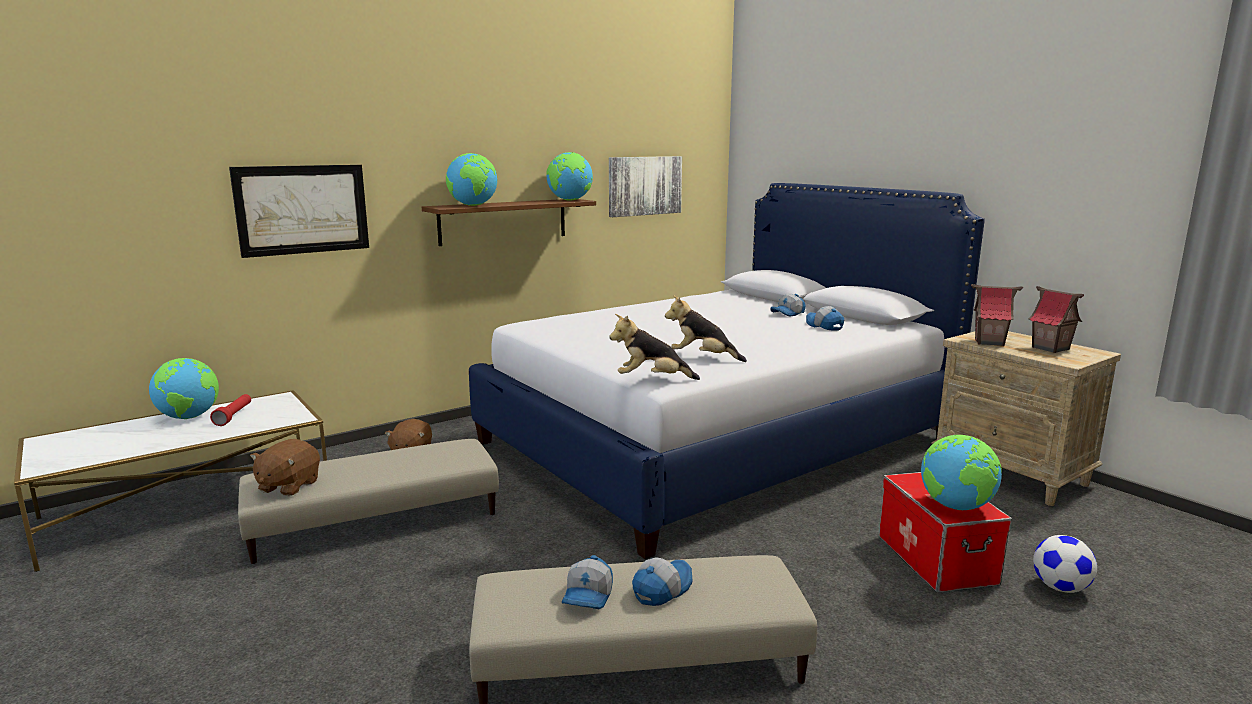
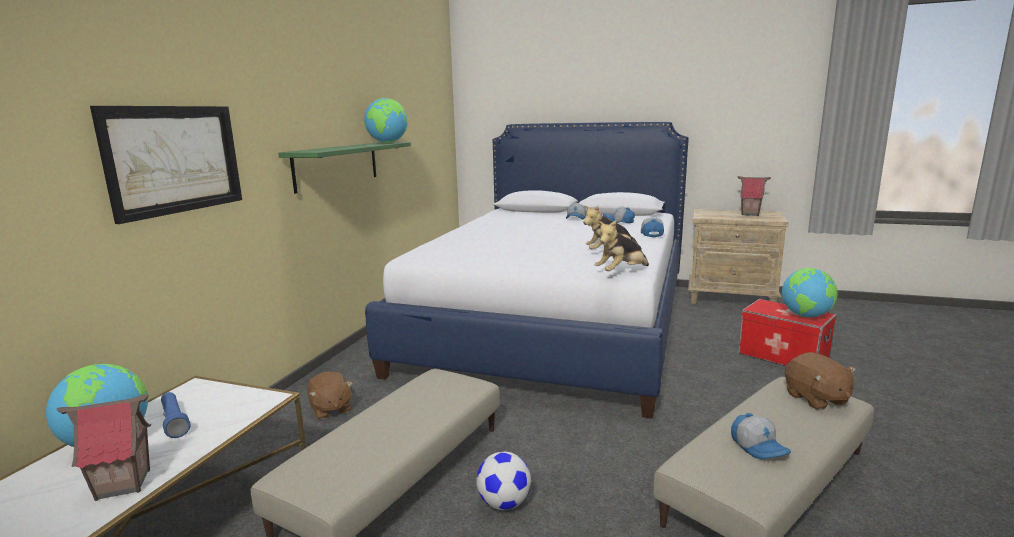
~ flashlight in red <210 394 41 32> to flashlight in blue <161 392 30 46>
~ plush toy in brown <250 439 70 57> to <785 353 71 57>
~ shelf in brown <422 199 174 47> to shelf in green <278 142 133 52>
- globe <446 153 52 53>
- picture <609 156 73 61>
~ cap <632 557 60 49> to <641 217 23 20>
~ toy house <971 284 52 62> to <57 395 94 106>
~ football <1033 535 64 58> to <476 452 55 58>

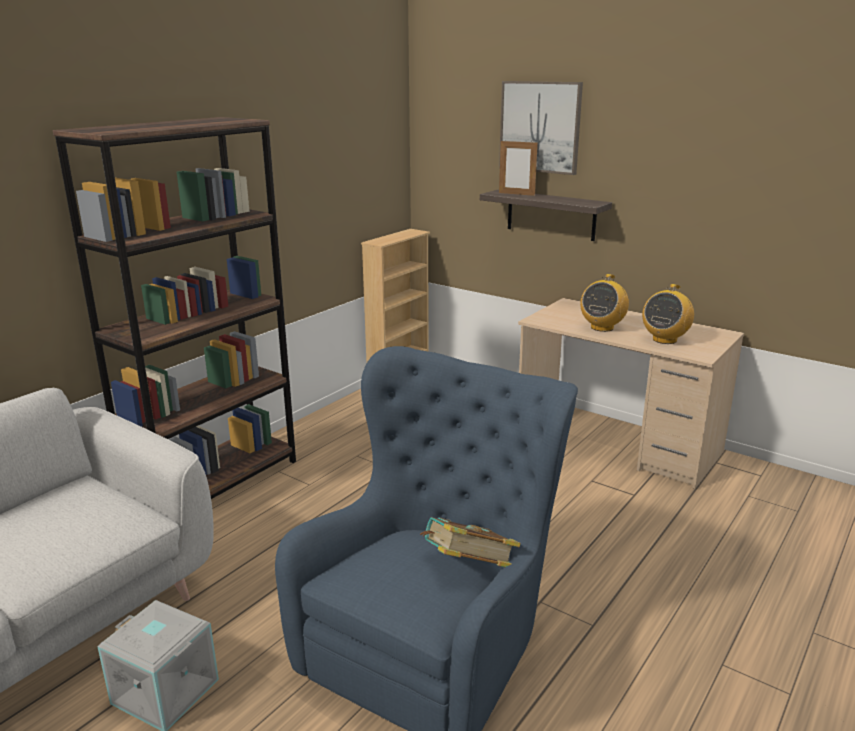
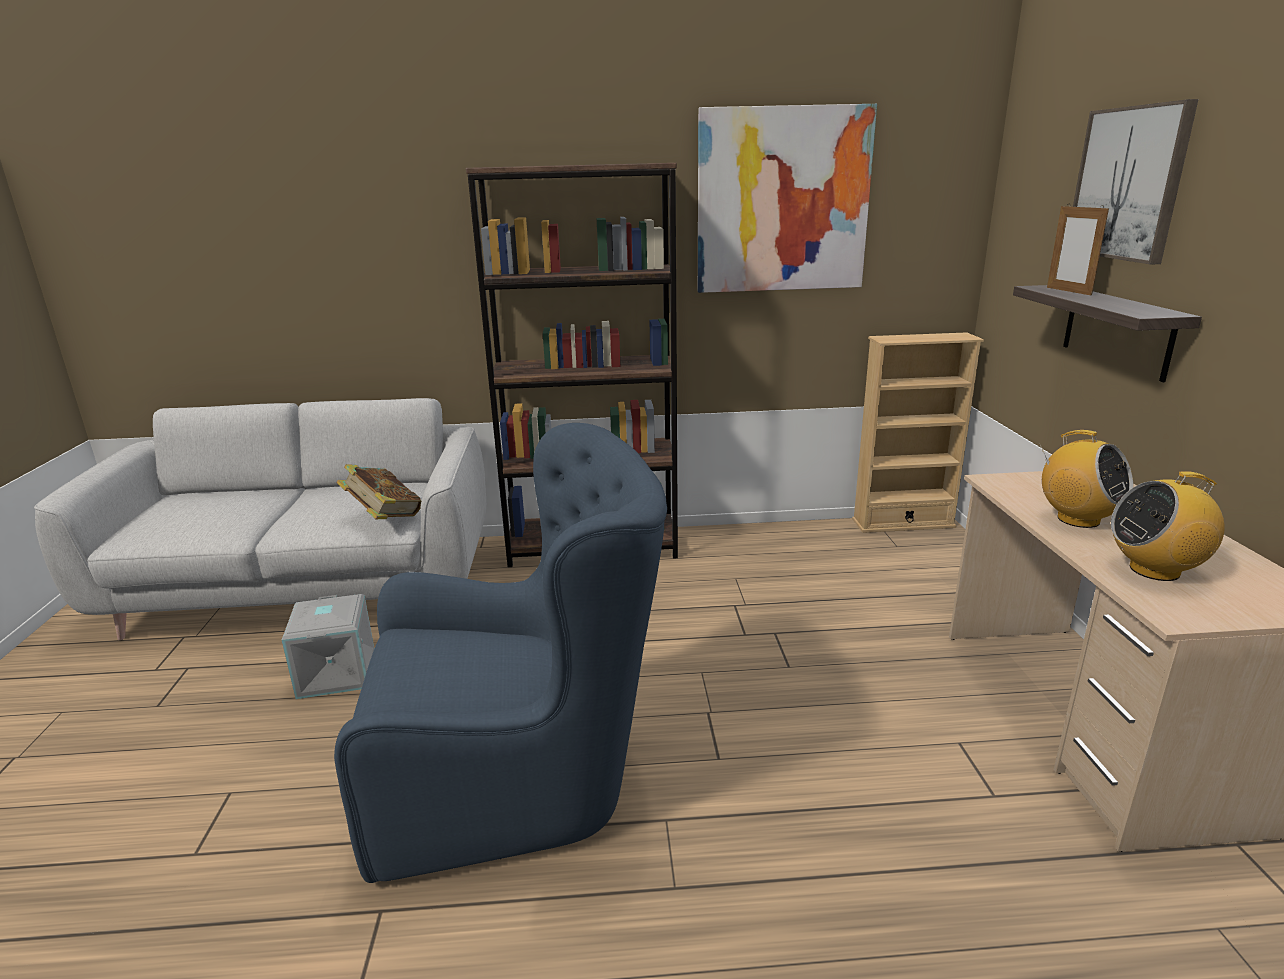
~ book <420 517 101 50> to <337 464 85 55>
~ radio <580 274 49 58> = <1040 430 93 98> 120 degrees counterclockwise
+ picture <698 104 179 189>

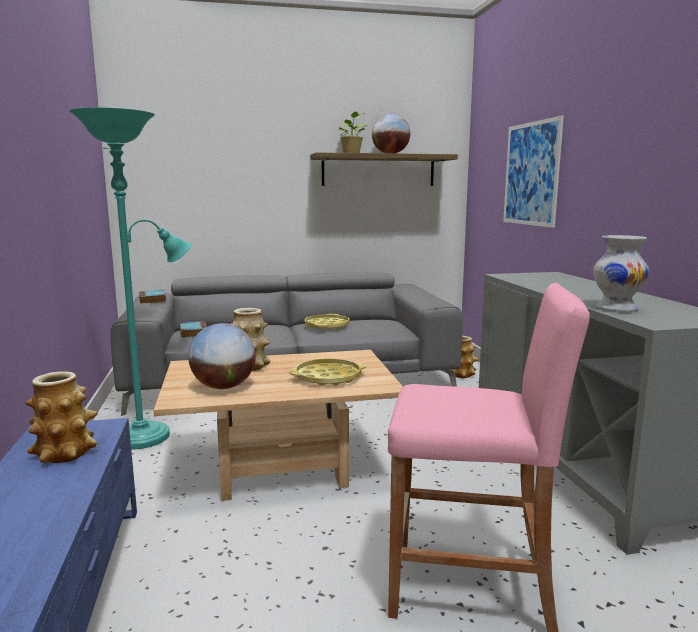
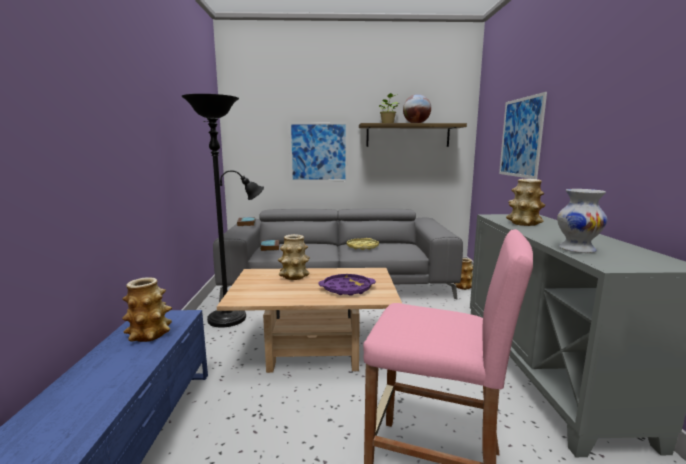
~ floor lamp in turquoise <69 107 122 343> to floor lamp in black <182 94 82 234>
- globe <188 323 68 66>
~ tray in yellow <289 359 77 27> to tray in purple <318 274 58 22>
+ picture <289 122 59 60>
+ vase <506 179 39 47>

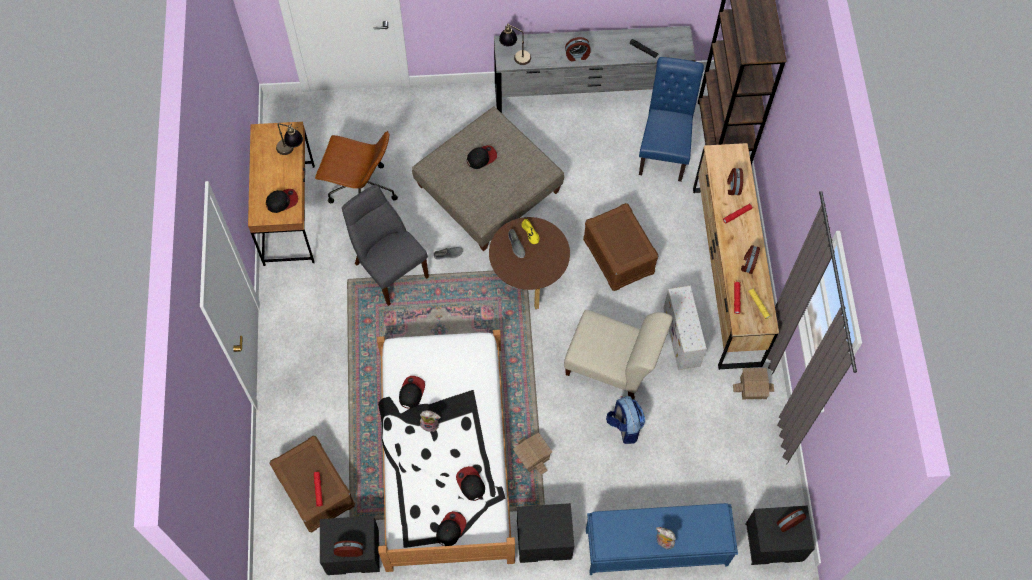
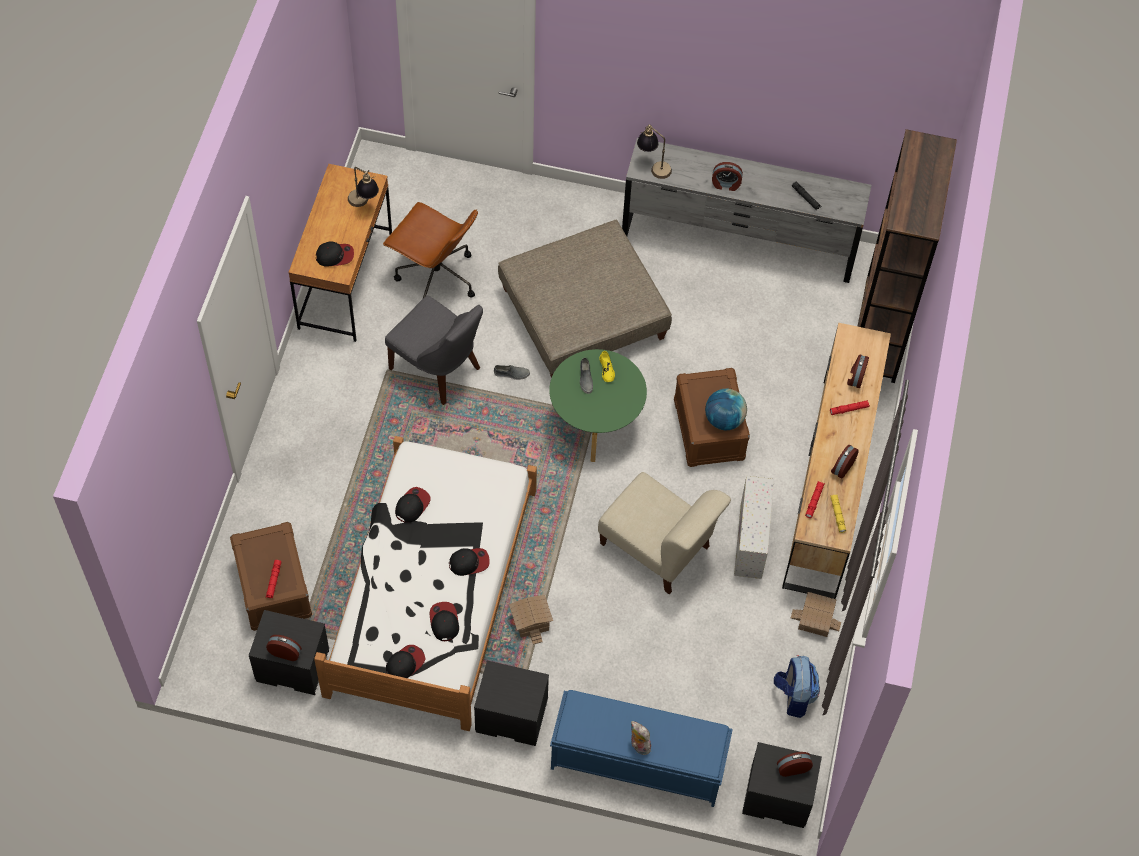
~ chair in grey <342 185 87 121> = <385 295 98 110> 150 degrees clockwise
- plush toy <420 410 21 22>
~ cap <467 145 30 24> to <449 548 41 28>
~ coffee table in brown <489 217 81 92> to coffee table in green <549 349 98 113>
~ backpack <606 396 39 48> to <774 655 46 63>
- chair in blue <639 57 65 125>
+ globe <705 389 42 41>

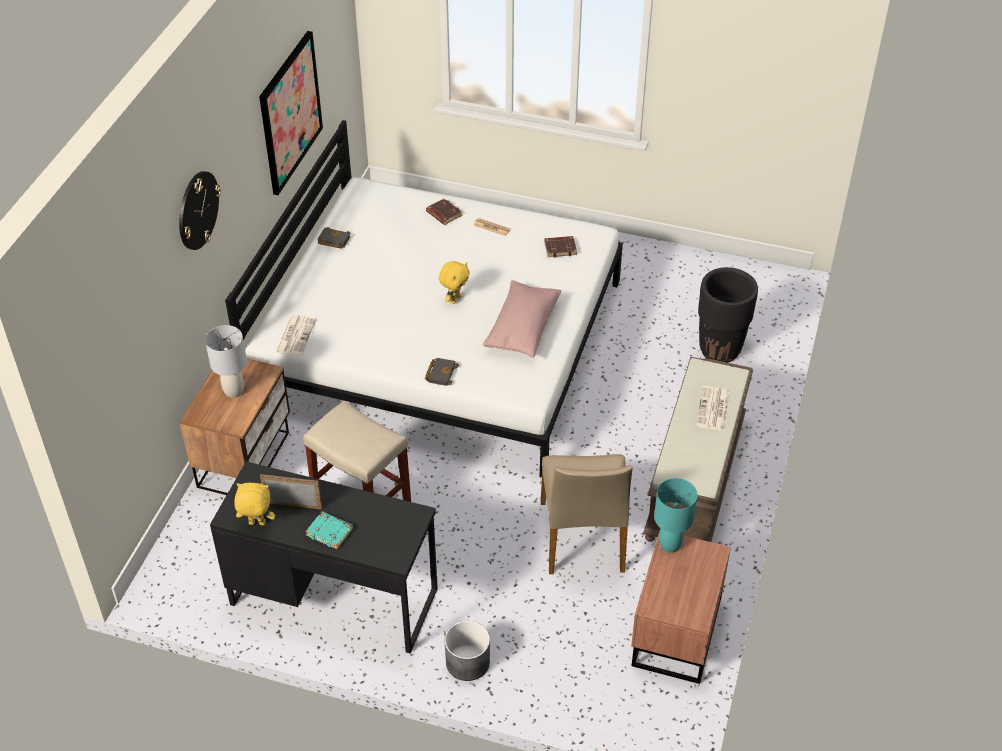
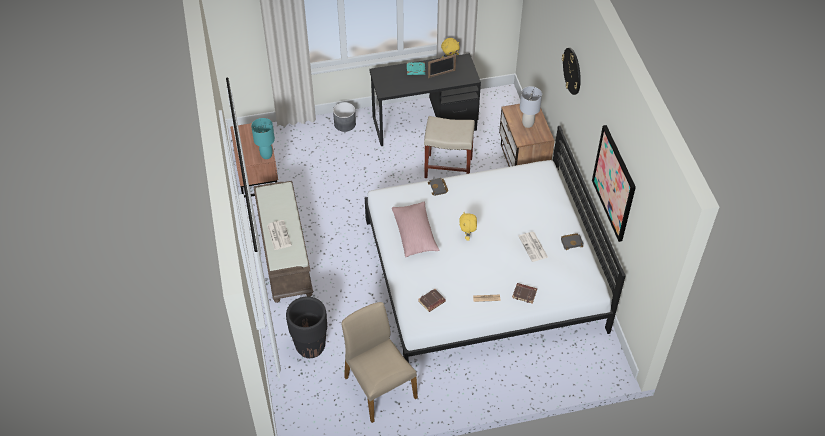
~ newspaper <276 315 40 40> to <518 232 30 30>
~ chair in beige <541 454 91 120> to <341 302 77 121>

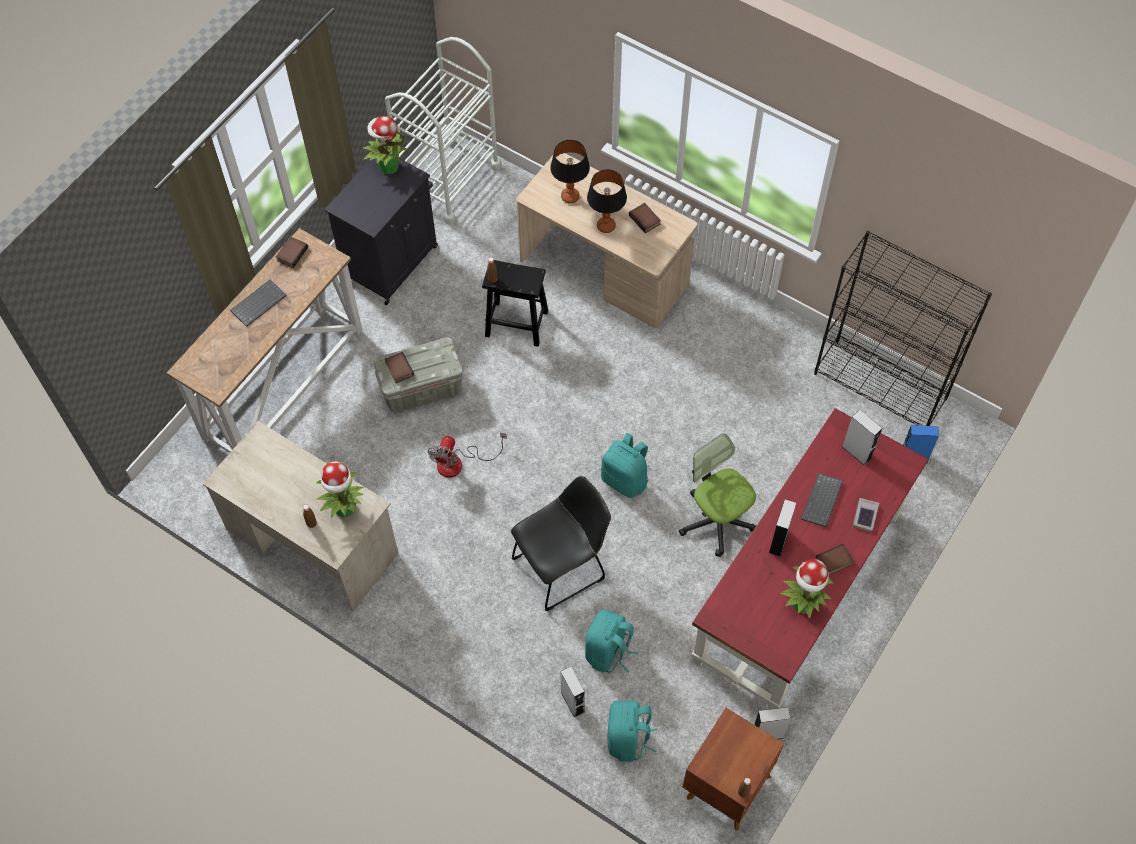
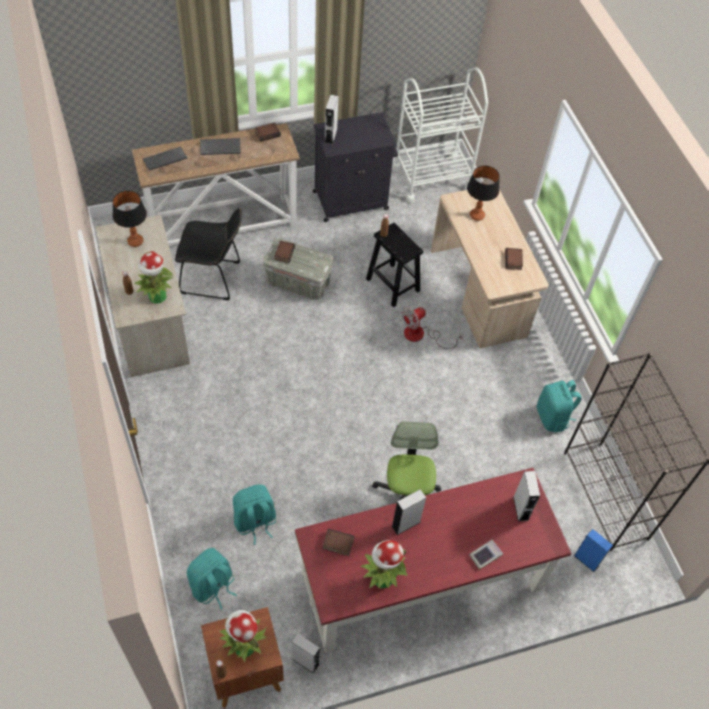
~ potted plant <363 116 45 58> to <219 610 48 52>
~ fan <428 432 79 46> to <402 307 61 42>
~ chair in black <511 476 100 135> to <175 208 67 92>
~ speaker in grey <560 666 25 52> to <324 95 15 50>
~ table lamp <587 170 40 63> to <113 191 34 56>
~ backpack in turquoise <601 433 48 65> to <537 380 44 52>
~ keyboard <801 473 42 54> to <143 147 44 24>
~ book <816 544 38 32> to <322 529 33 27>

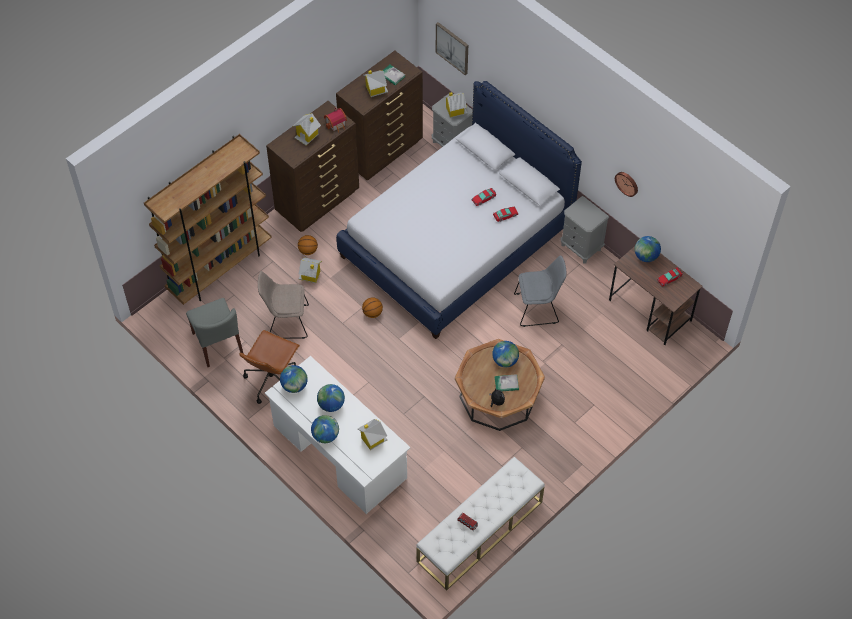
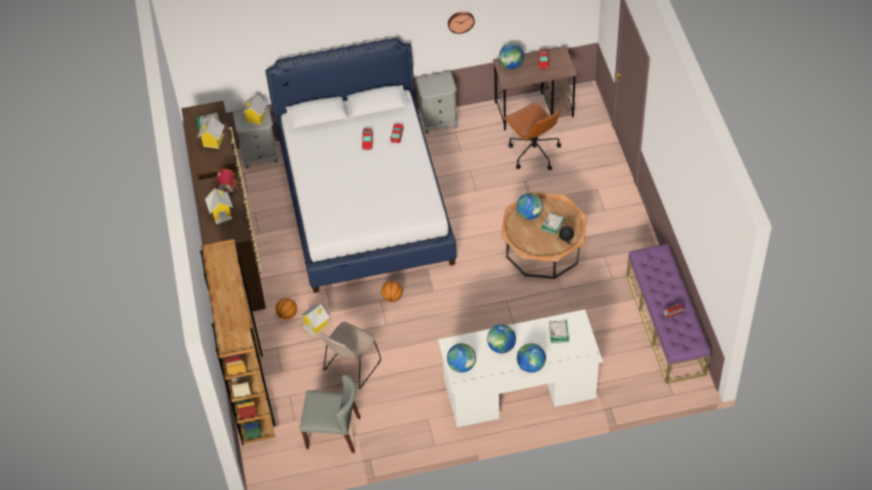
~ office chair in brown <239 330 61 74> to <503 102 58 68>
~ toy house <358 419 29 31> to book <549 320 20 23>
~ bench in white <416 457 129 133> to bench in purple <626 244 85 140>
- picture <436 22 32 53>
- chair in grey <514 255 52 72>

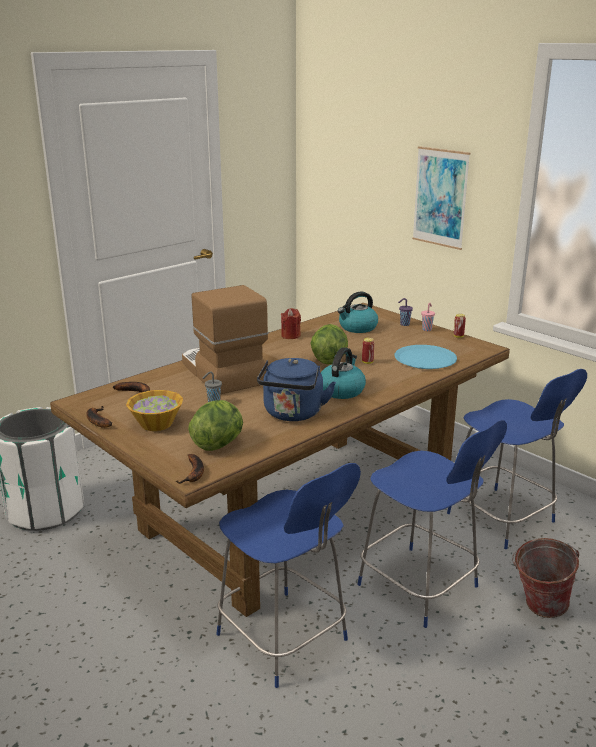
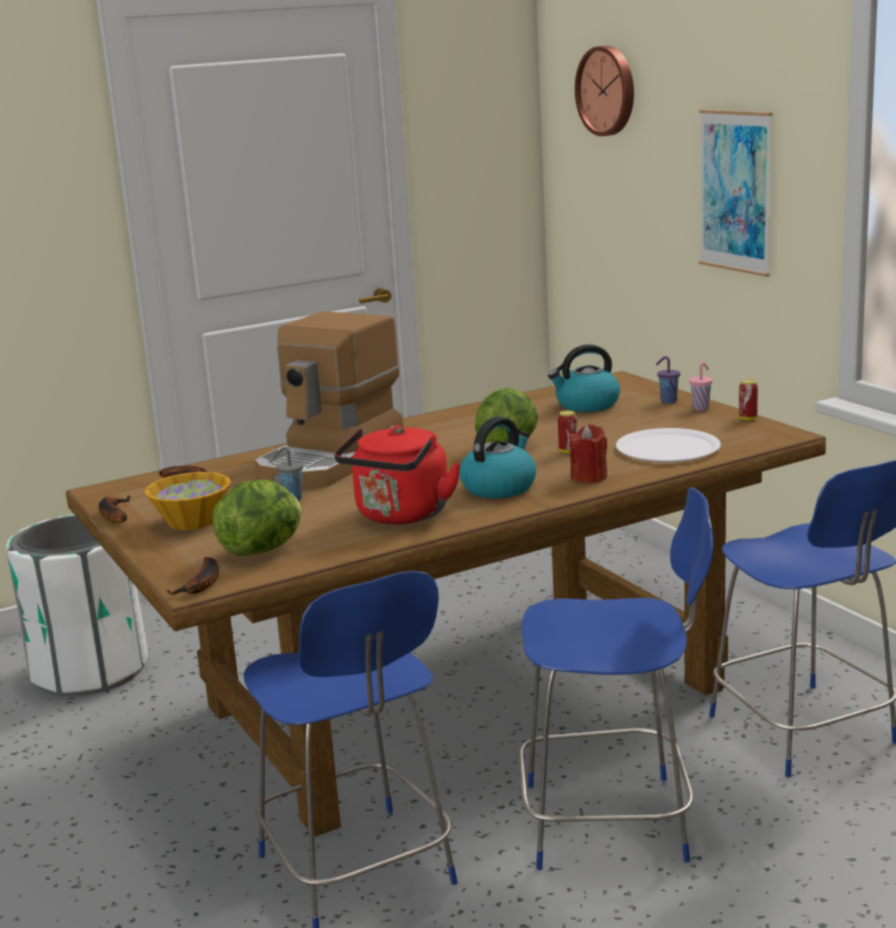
~ coffee machine <182 285 87 109> = <254 311 149 178> 135 degrees counterclockwise
~ kettle in blue <257 358 79 63> to kettle in red <334 425 127 100>
~ candle in red <281 308 20 31> to <569 425 39 58>
~ chair in blue <357 420 150 208> = <519 487 195 383> 60 degrees counterclockwise
~ plate in blue <394 345 63 24> to plate in white <616 428 105 35>
- bucket <512 538 67 80>
+ wall clock <575 46 59 90>

